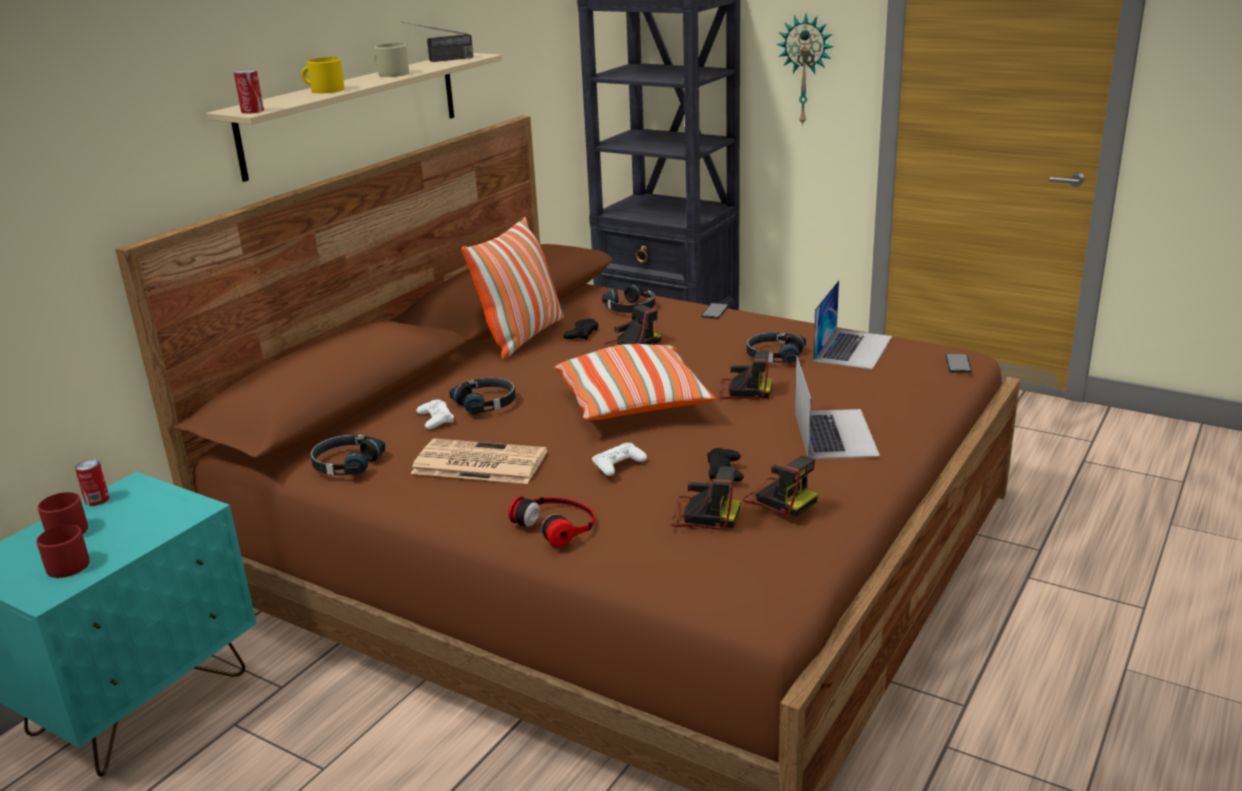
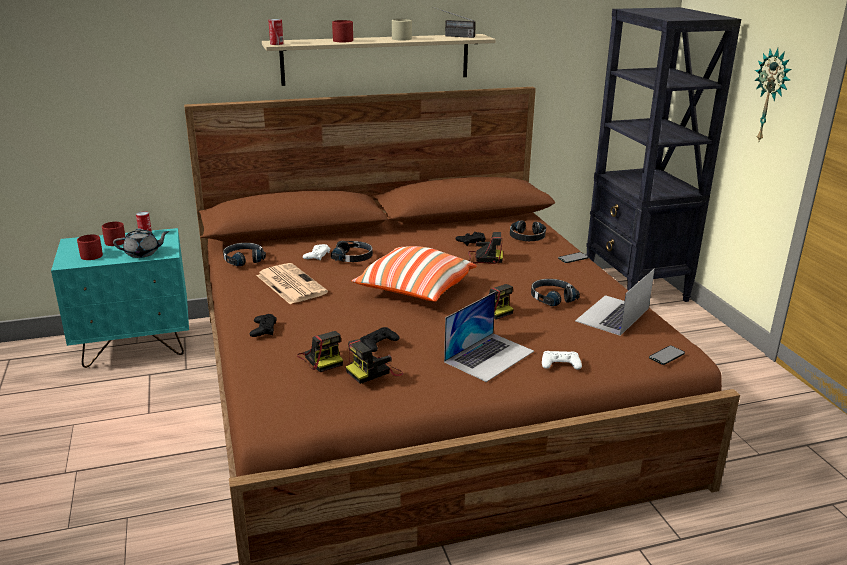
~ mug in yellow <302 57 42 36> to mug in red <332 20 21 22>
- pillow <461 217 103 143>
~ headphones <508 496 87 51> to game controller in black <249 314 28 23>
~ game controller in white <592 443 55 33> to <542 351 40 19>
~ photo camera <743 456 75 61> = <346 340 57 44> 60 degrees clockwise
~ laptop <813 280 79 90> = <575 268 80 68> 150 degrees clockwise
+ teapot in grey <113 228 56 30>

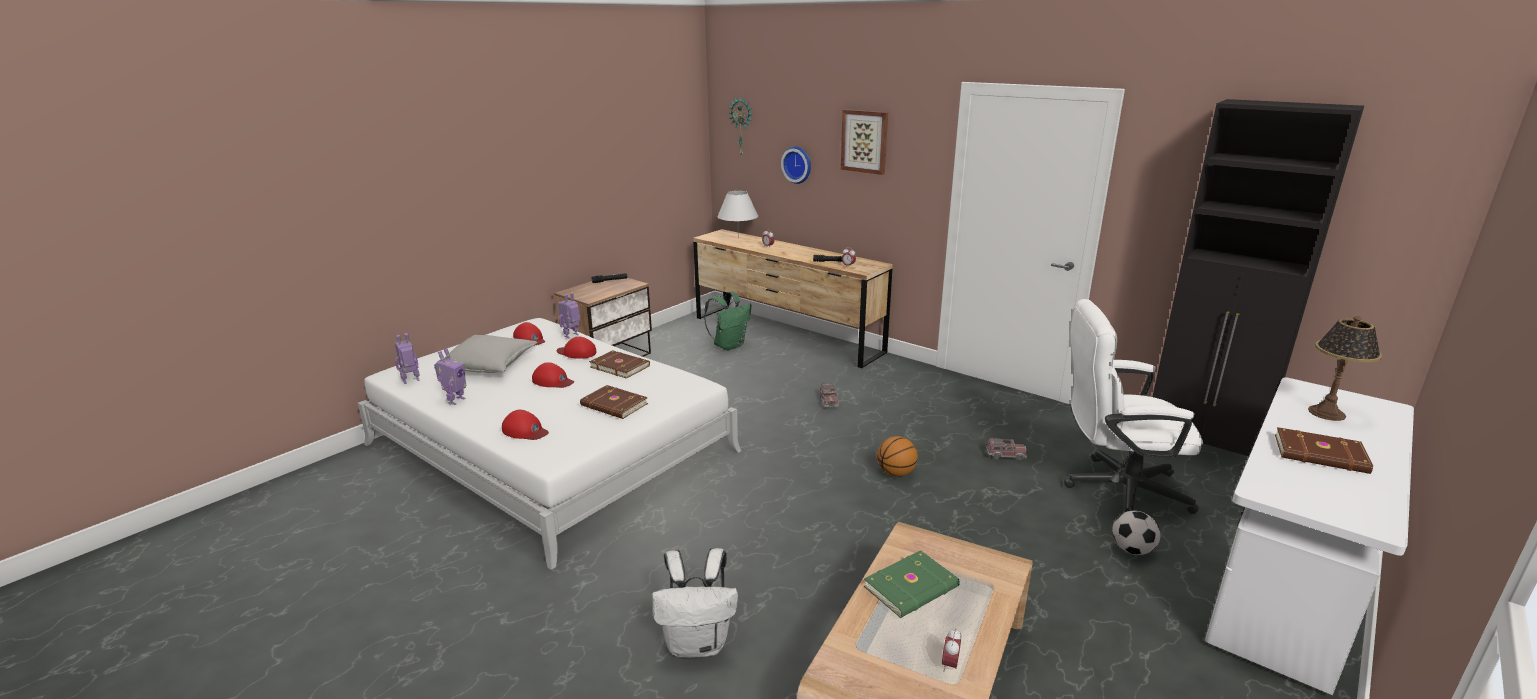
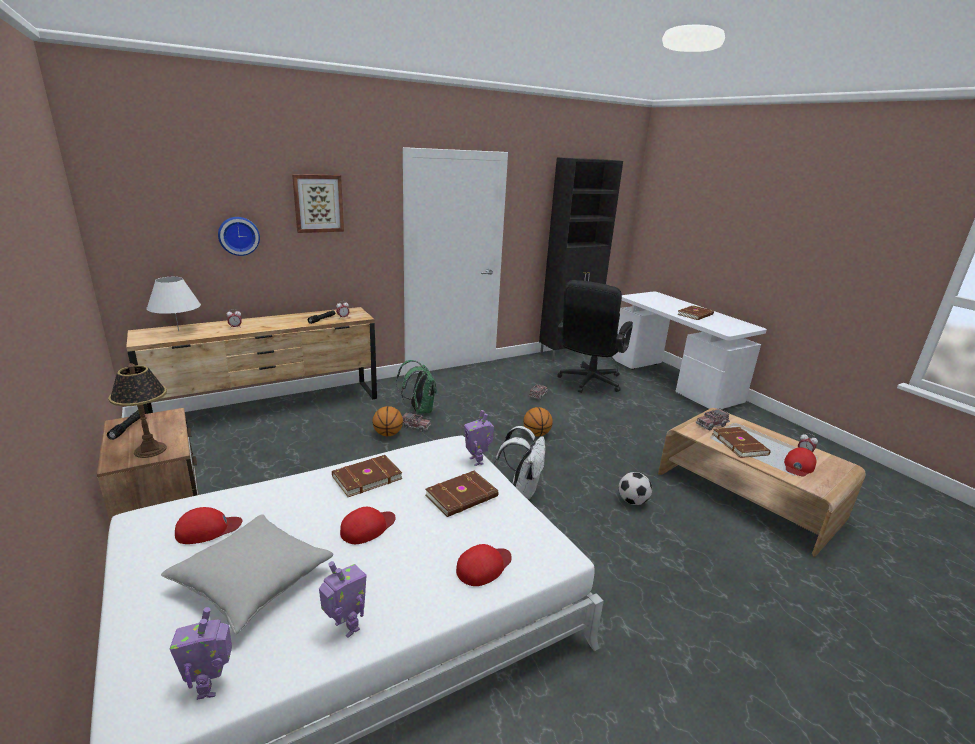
~ cap in red <556 337 41 22> to <784 447 32 29>
~ toy robot <558 292 22 47> to <464 410 30 56>
~ backpack in white <652 548 86 110> to <494 426 51 74>
~ backpack in green <704 291 47 60> to <396 360 41 54>
- wall clock <728 97 25 58>
~ book in green <864 550 96 68> to book in brown <712 427 59 31>
~ office chair in white <1064 299 139 215> to office chair in black <557 280 76 113>
~ football <1112 511 49 44> to <618 472 34 33>
~ table lamp <1308 316 74 105> to <108 363 59 95>
+ basketball <373 406 30 30>
+ toy truck <696 409 34 22>

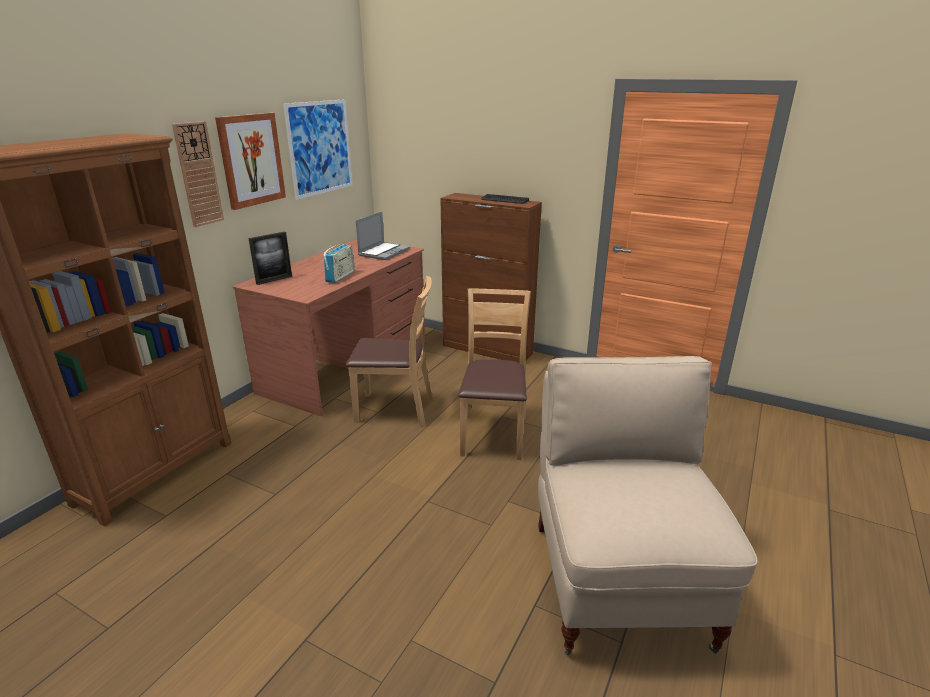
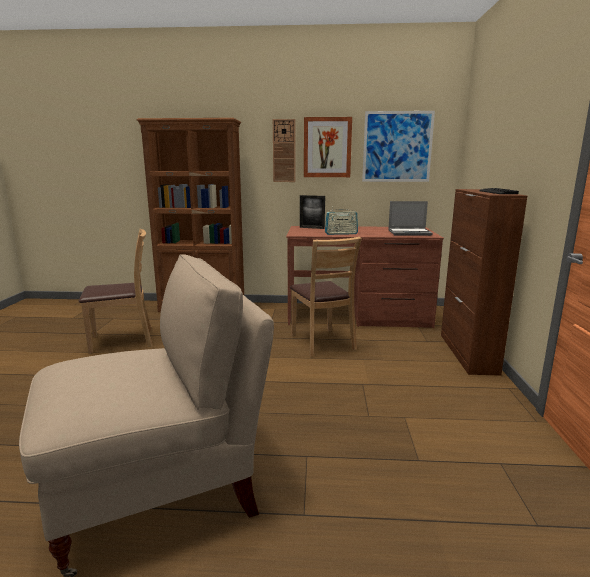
~ chair in brown <458 288 73 172> to <79 229 74 125>

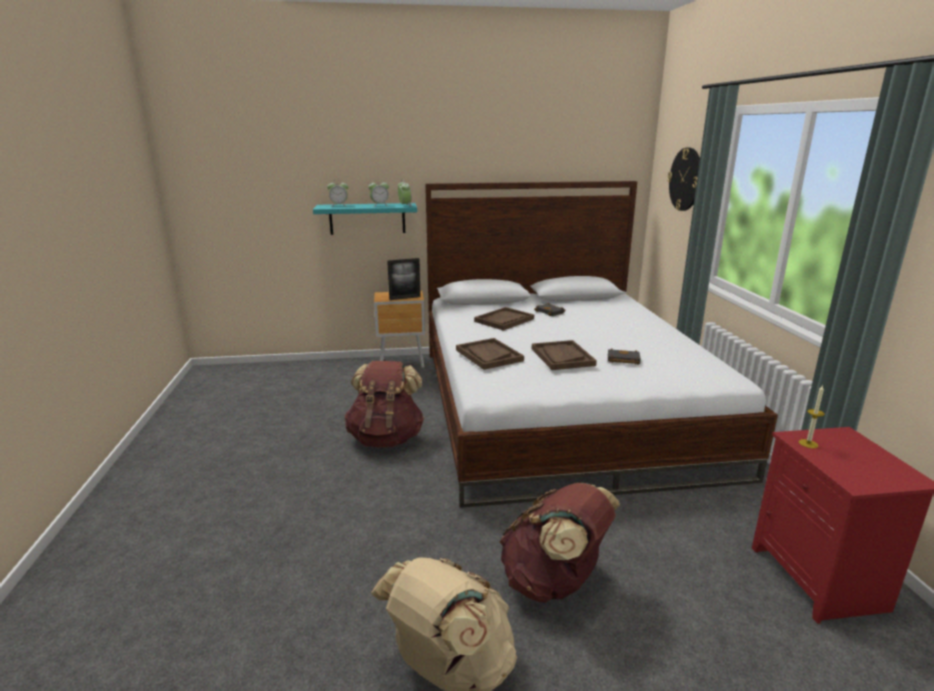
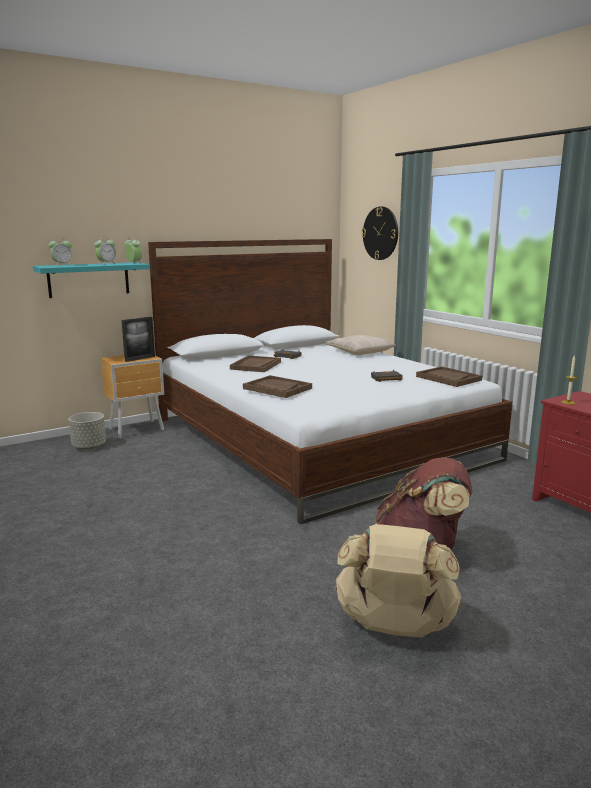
- backpack in brown <345 361 79 86>
~ tray in brown <532 340 65 30> to <416 366 66 21>
+ planter in grey <69 412 37 37>
+ pillow in beige <325 335 71 20>

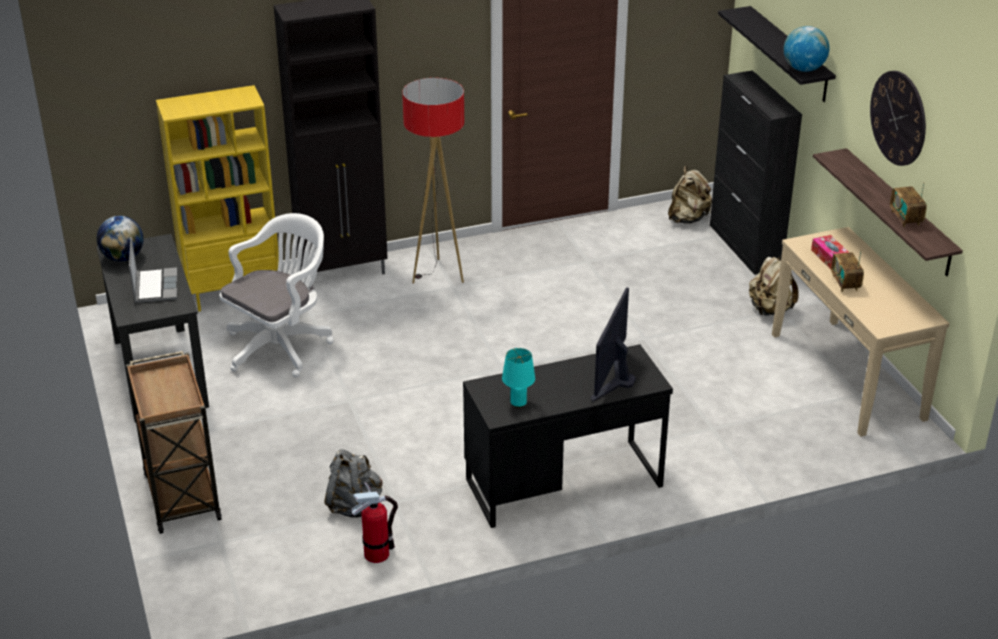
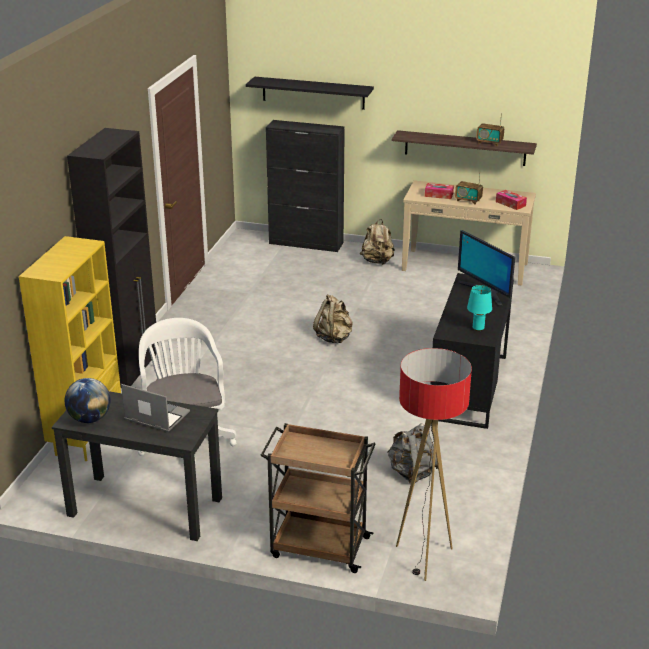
- fire extinguisher <351 482 47 81>
~ floor lamp <402 78 62 206> to <396 348 76 233>
~ backpack in beige <668 166 44 58> to <313 294 40 49>
- globe <784 26 46 46>
- wall clock <870 71 56 95>
+ tissue box <496 190 31 20>

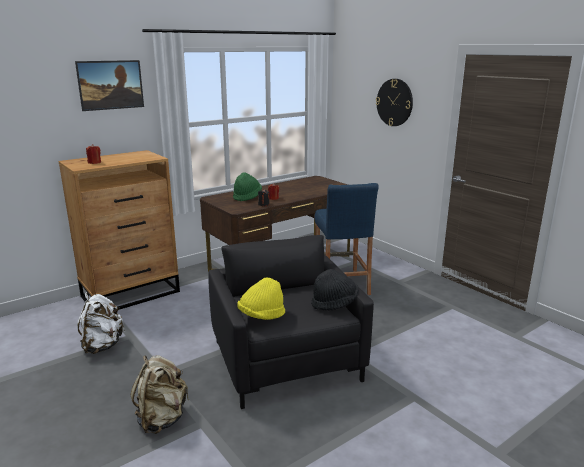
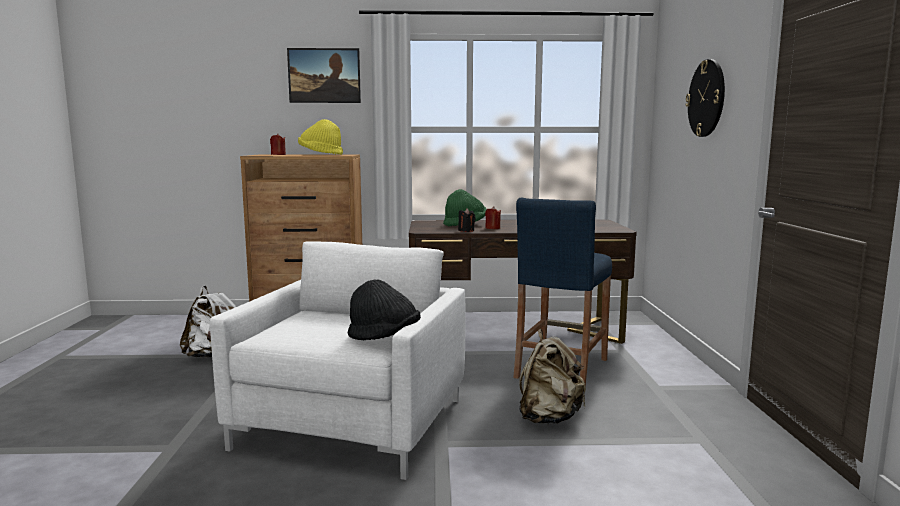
~ backpack in beige <131 355 58 79> to <519 329 67 96>
~ armchair in black <208 235 166 174> to armchair in white <210 241 256 239>
~ hat in yellow <237 277 48 43> to <298 119 45 36>

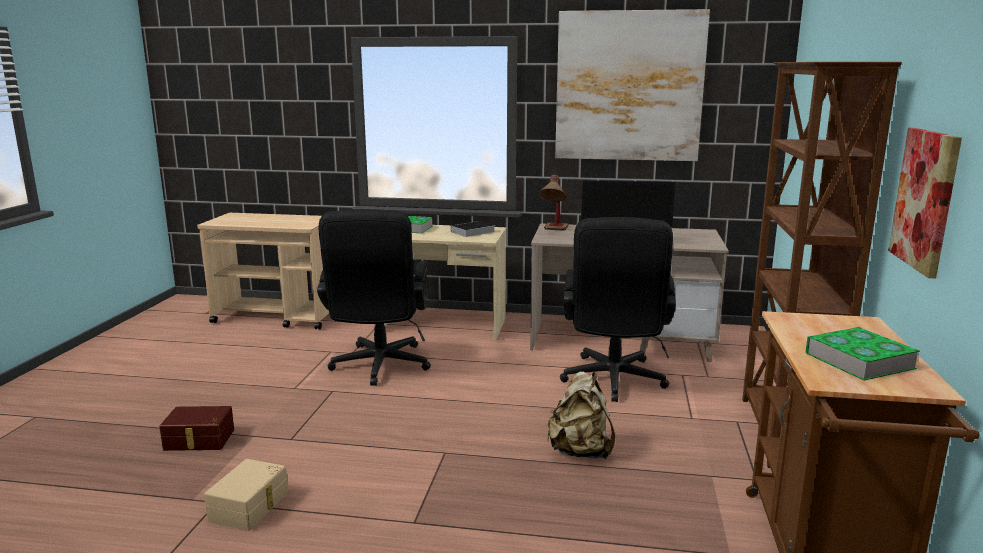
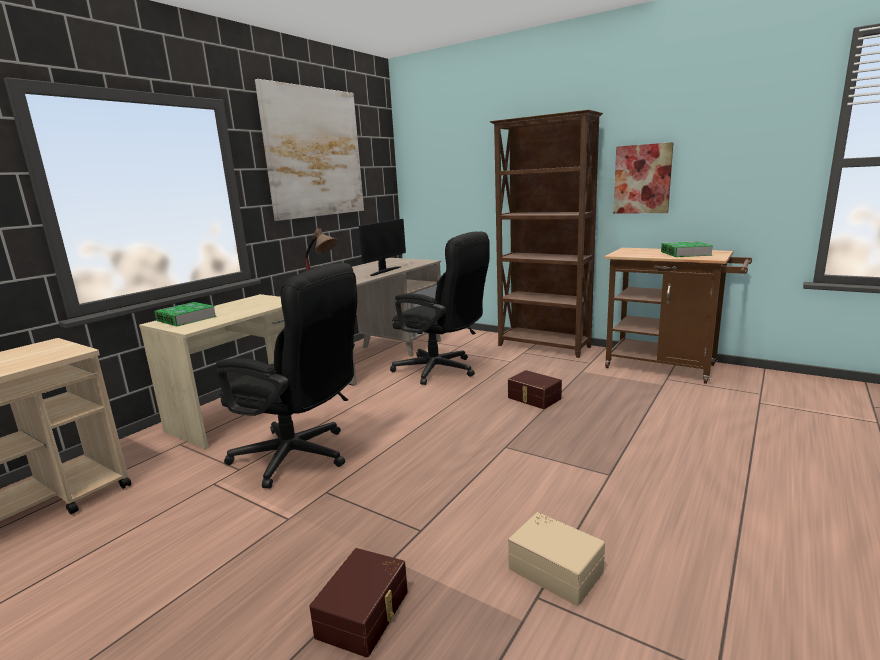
- book <449 221 46 16>
~ backpack in beige <547 372 68 87> to storage box in brown <508 370 54 39>

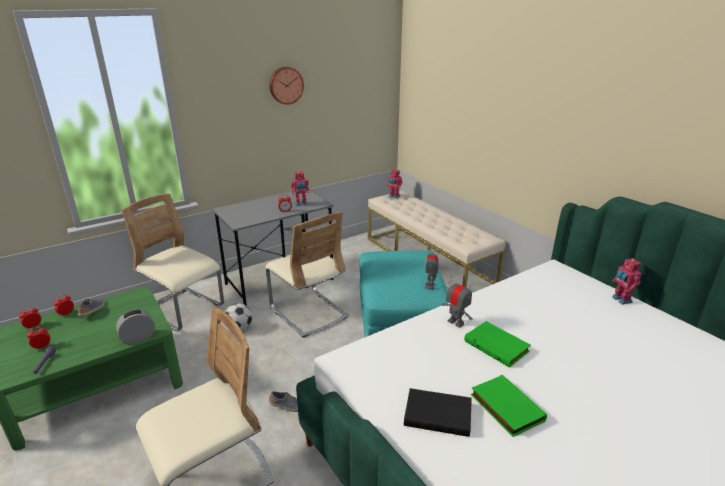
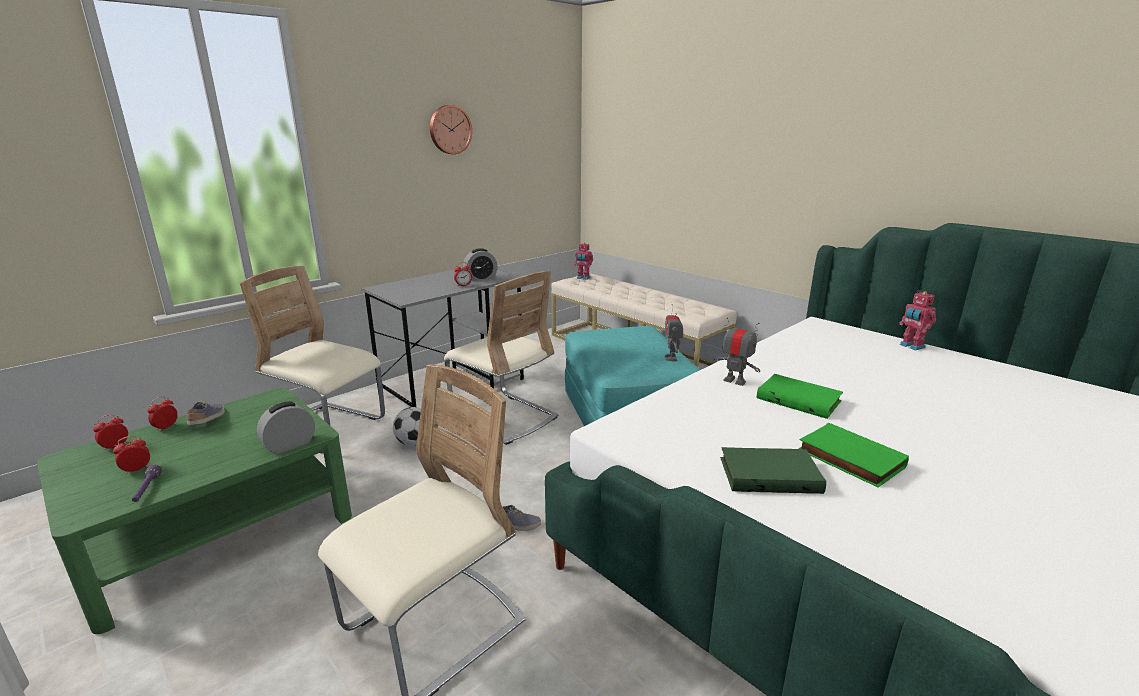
~ toy robot <291 171 18 35> to alarm clock <463 248 35 33>
~ book in black <404 388 68 49> to book in green <720 447 106 47>

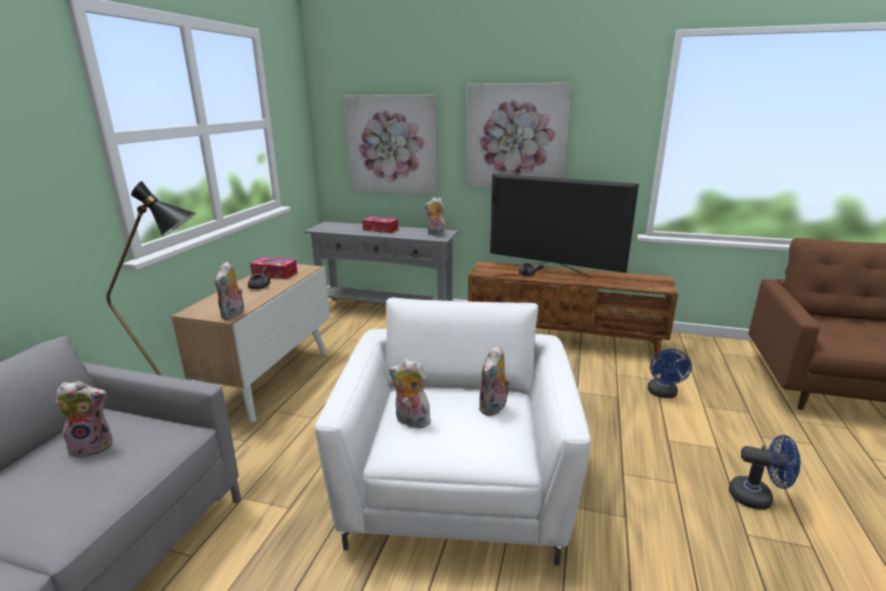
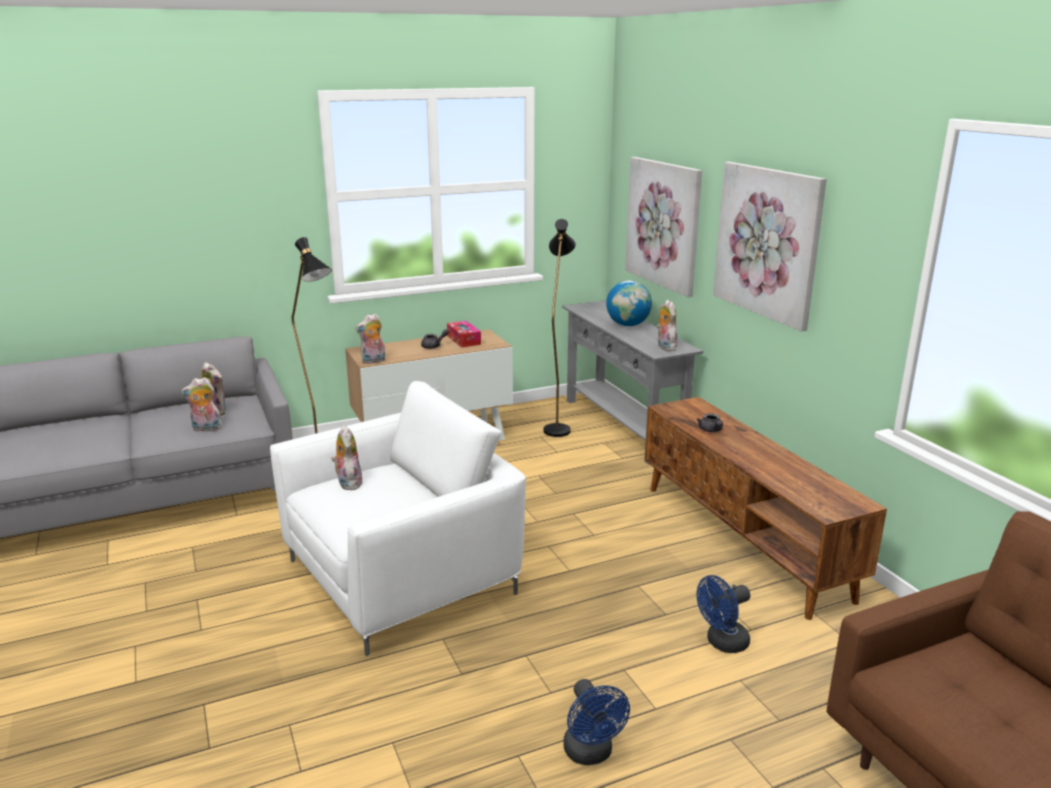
~ tissue box <362 216 36 17> to globe <606 281 46 45>
~ plush toy <478 345 33 71> to <181 377 41 55>
- television <490 174 149 106>
+ floor lamp in black <543 219 33 218>

